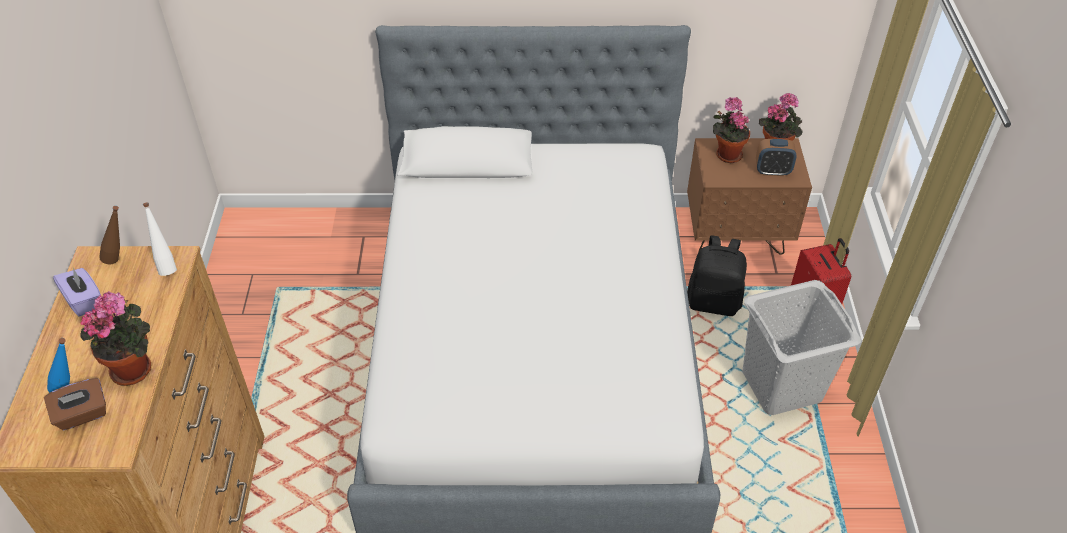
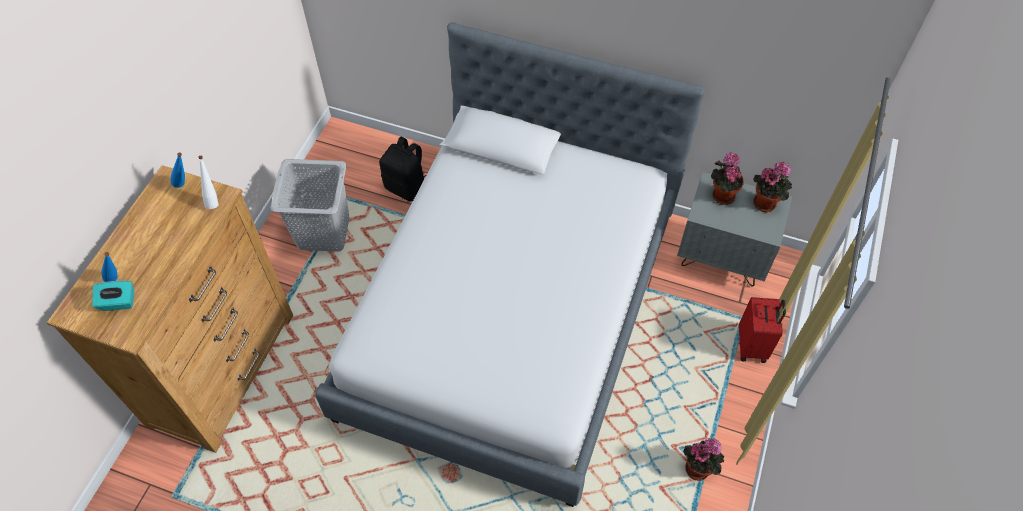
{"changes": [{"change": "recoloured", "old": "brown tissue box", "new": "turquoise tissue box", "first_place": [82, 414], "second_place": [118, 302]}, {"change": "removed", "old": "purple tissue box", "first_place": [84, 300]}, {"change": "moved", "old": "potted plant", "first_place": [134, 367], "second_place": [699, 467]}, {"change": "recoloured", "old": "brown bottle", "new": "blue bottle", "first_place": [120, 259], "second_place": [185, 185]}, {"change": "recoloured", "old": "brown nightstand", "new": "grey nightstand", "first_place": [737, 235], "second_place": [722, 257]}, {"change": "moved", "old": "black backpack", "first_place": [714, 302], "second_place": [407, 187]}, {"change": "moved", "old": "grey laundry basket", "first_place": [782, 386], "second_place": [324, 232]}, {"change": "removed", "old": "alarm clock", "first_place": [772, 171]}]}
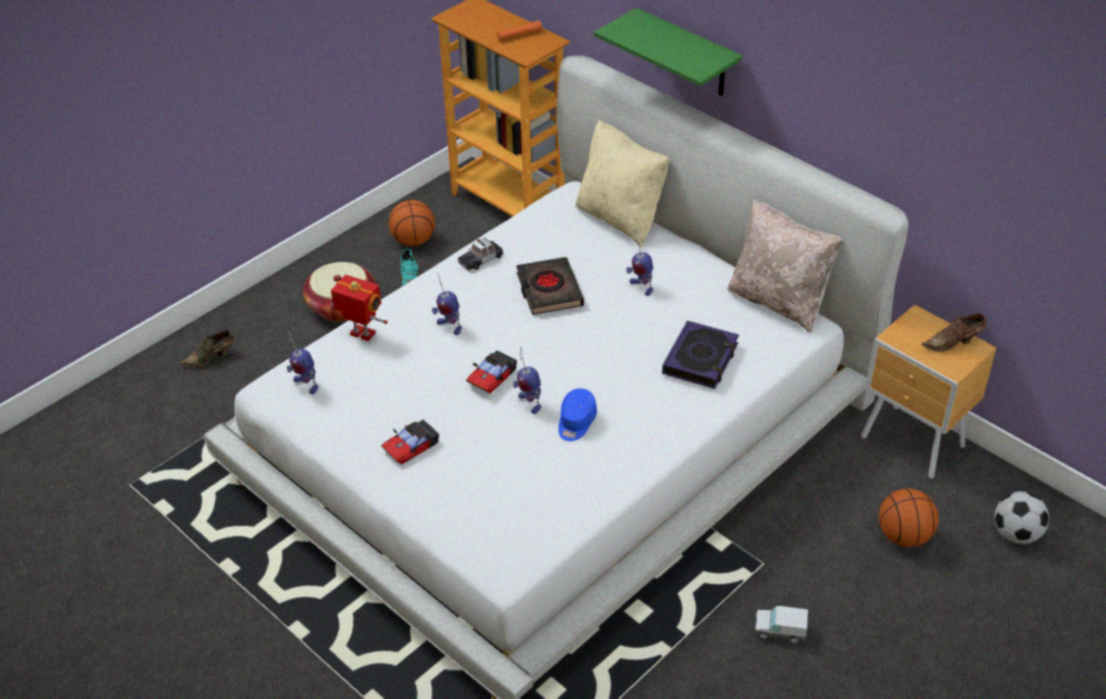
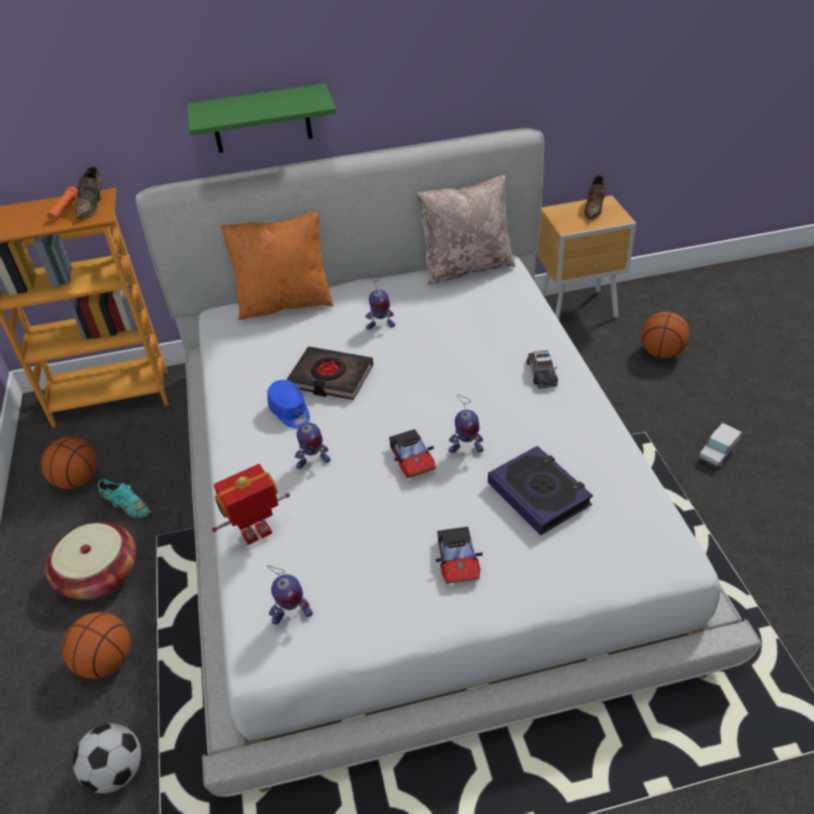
{"changes": [{"change": "moved", "old": "brown shoe", "first_place": [211, 358], "second_place": [93, 205]}, {"change": "moved", "old": "toy car", "first_place": [480, 259], "second_place": [541, 373]}, {"change": "moved", "old": "blue cap", "first_place": [576, 422], "second_place": [290, 412]}, {"change": "recoloured", "old": "beige pillow", "new": "orange pillow", "first_place": [620, 218], "second_place": [285, 303]}, {"change": "moved", "old": "book", "first_place": [700, 359], "second_place": [539, 494]}, {"change": "moved", "old": "football", "first_place": [1016, 534], "second_place": [117, 771]}, {"change": "added", "new": "basketball", "second_place": [106, 661]}]}
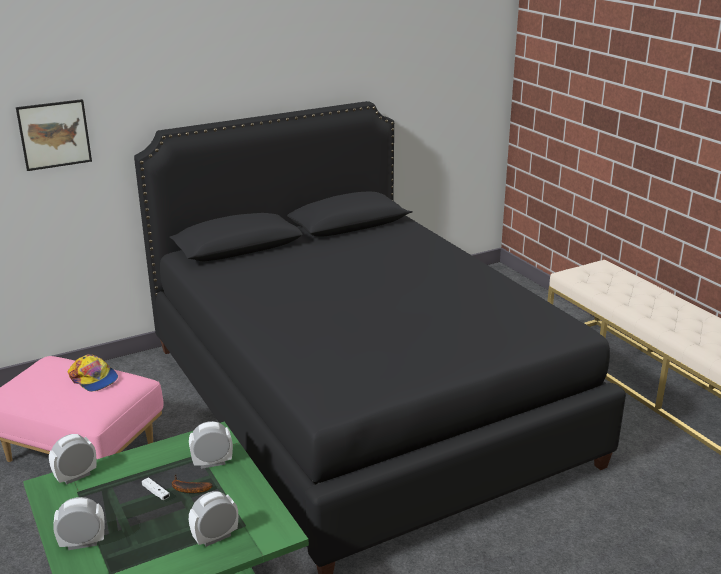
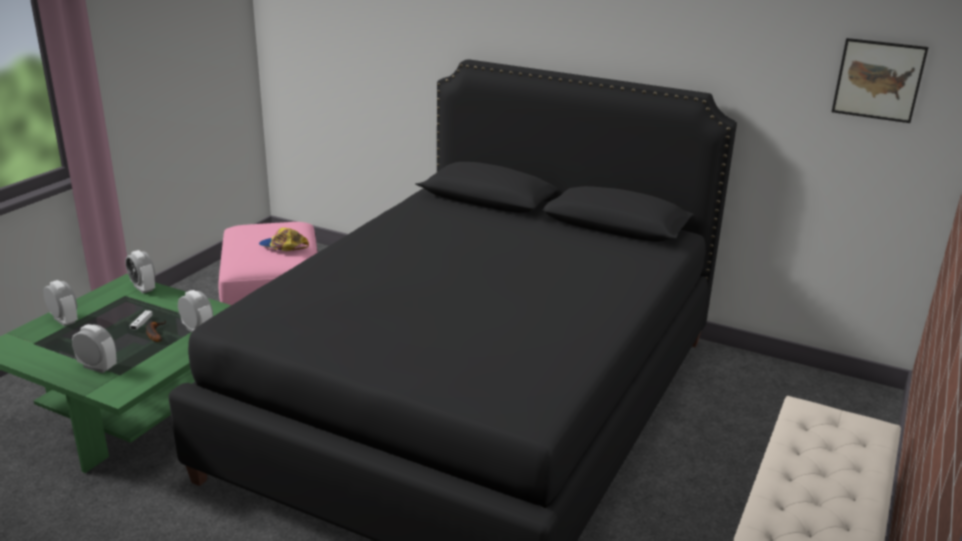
{"changes": [{"change": "moved", "old": "picture", "first_place": [54, 134], "second_place": [878, 80]}, {"change": "turned", "old": "alarm clock", "first_place": [76, 476], "second_place": [143, 288], "degrees": -150}, {"change": "turned", "old": "cap", "first_place": [94, 379], "second_place": [283, 247], "degrees": 105}]}
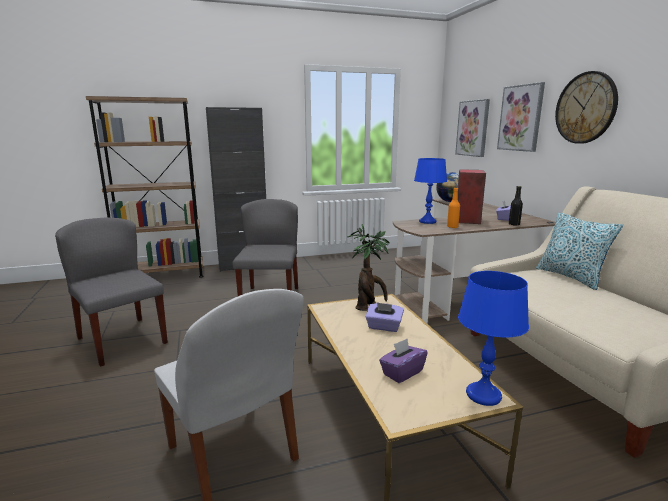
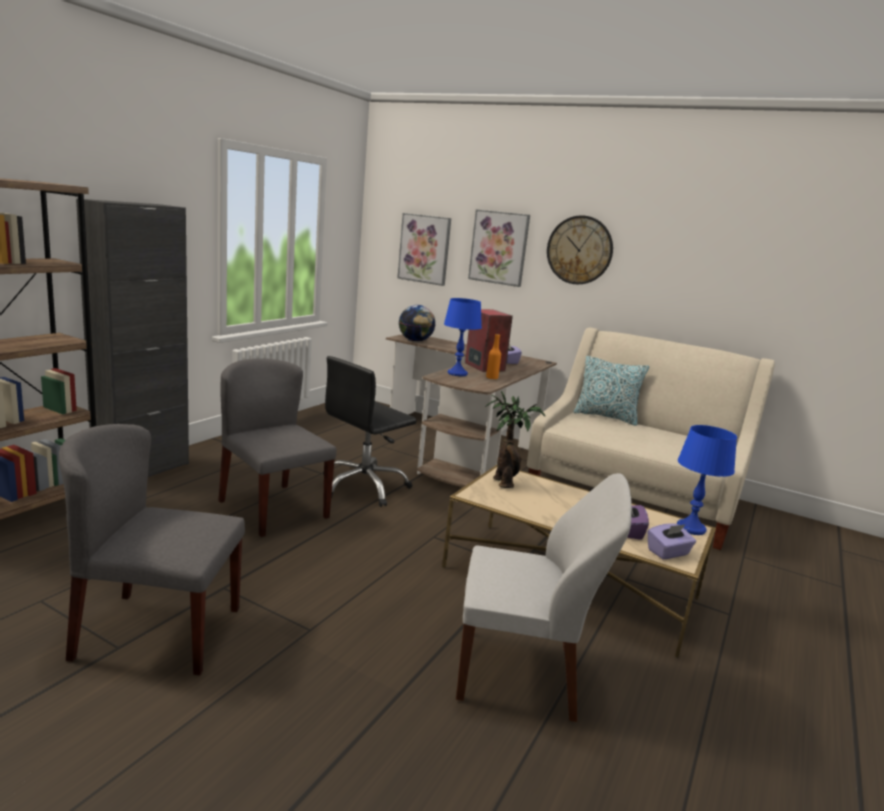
{"changes": [{"change": "moved", "old": "purple tissue box", "first_place": [384, 327], "second_place": [668, 553]}, {"change": "removed", "old": "black bottle", "first_place": [514, 224]}, {"change": "added", "new": "black office chair", "second_place": [364, 487]}]}
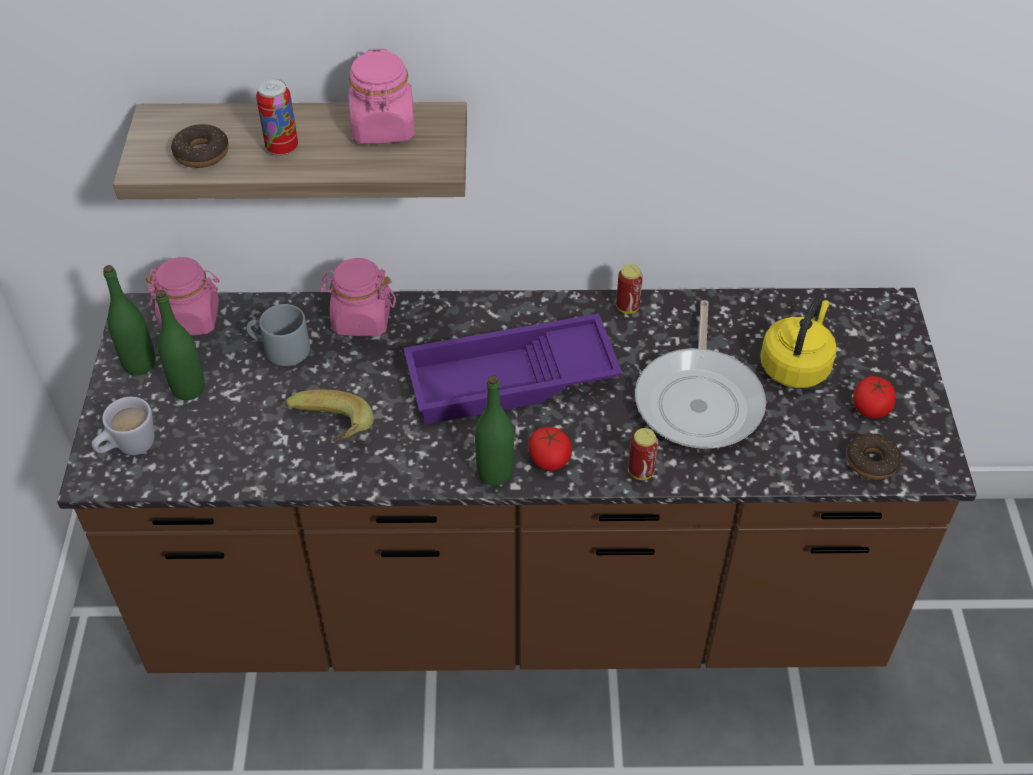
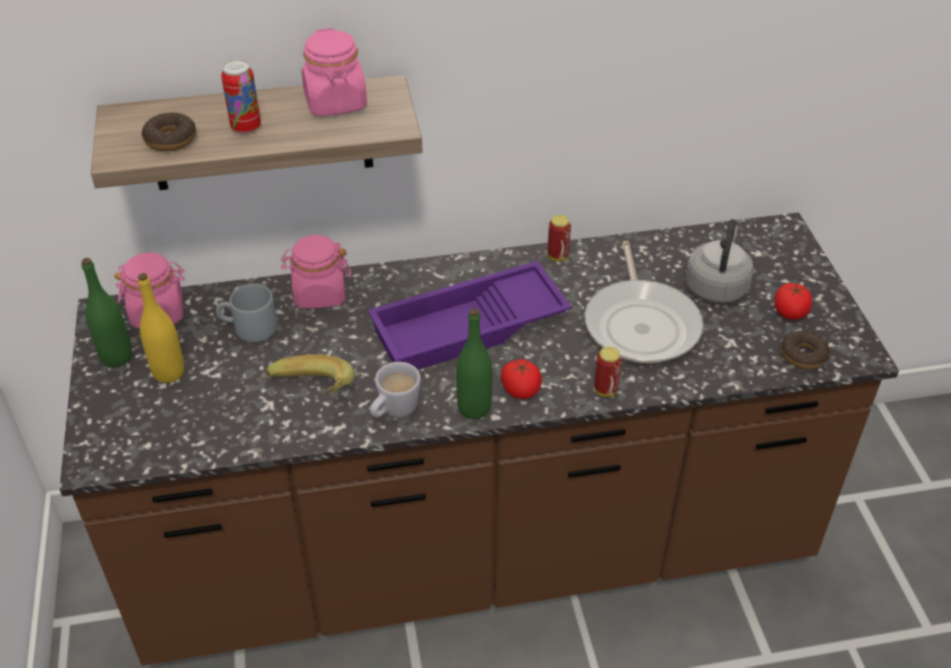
{"changes": [{"change": "moved", "old": "white mug", "first_place": [128, 448], "second_place": [394, 412]}, {"change": "recoloured", "old": "green bottle", "new": "yellow bottle", "first_place": [188, 388], "second_place": [169, 372]}, {"change": "recoloured", "old": "yellow kettle", "new": "grey kettle", "first_place": [796, 365], "second_place": [716, 285]}]}
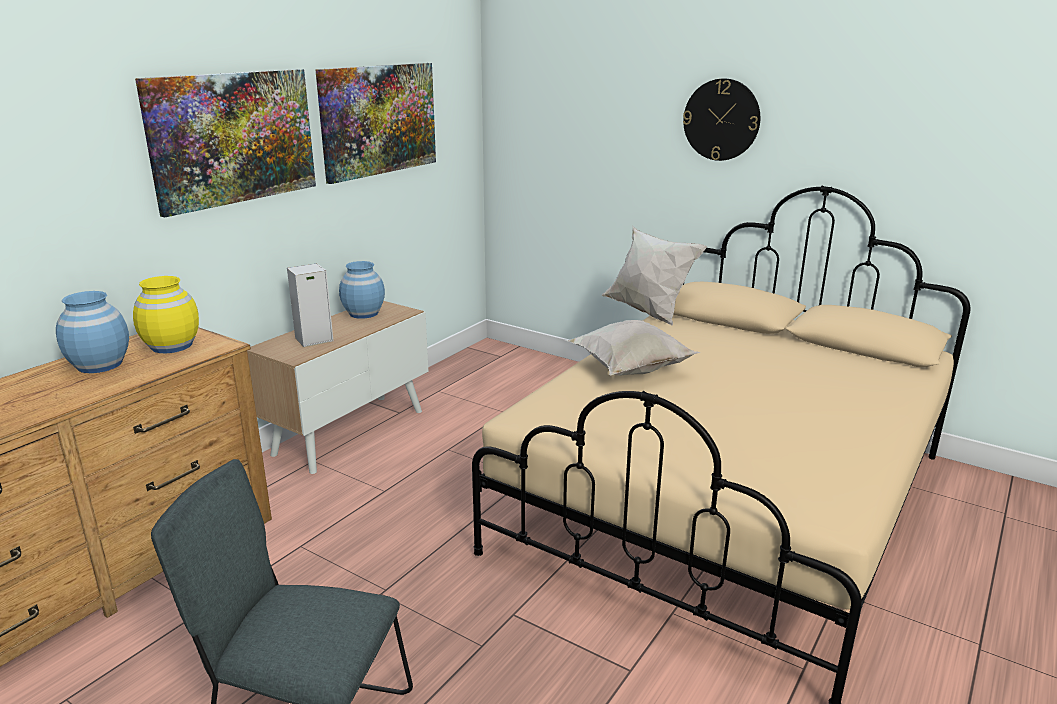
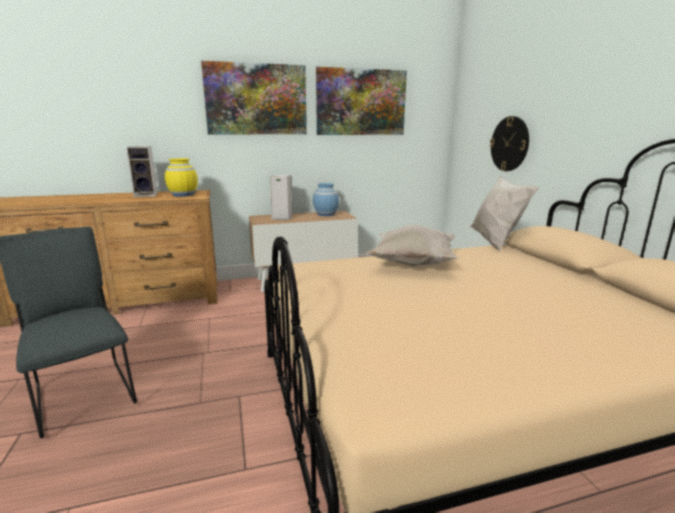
{"changes": [{"change": "replaced", "old": "blue vase", "new": "speaker", "first_place": [99, 365], "second_place": [147, 195]}, {"change": "moved", "old": "wall clock", "first_place": [721, 120], "second_place": [509, 144]}]}
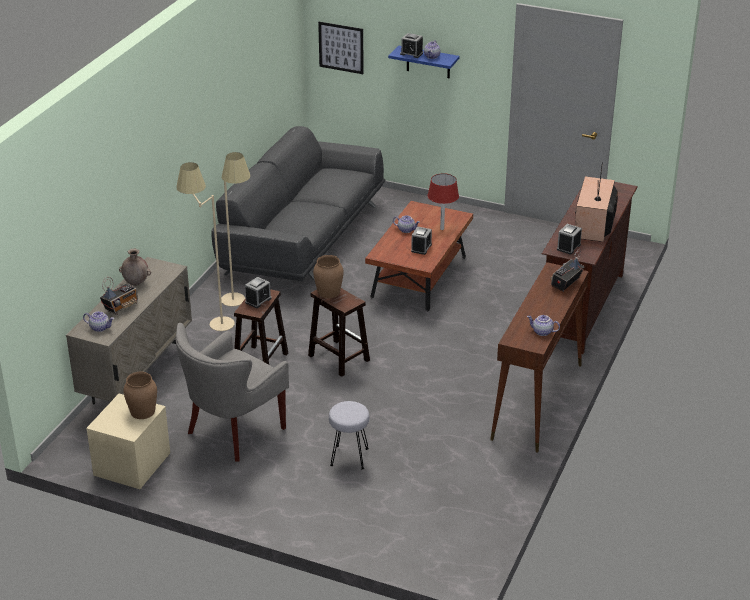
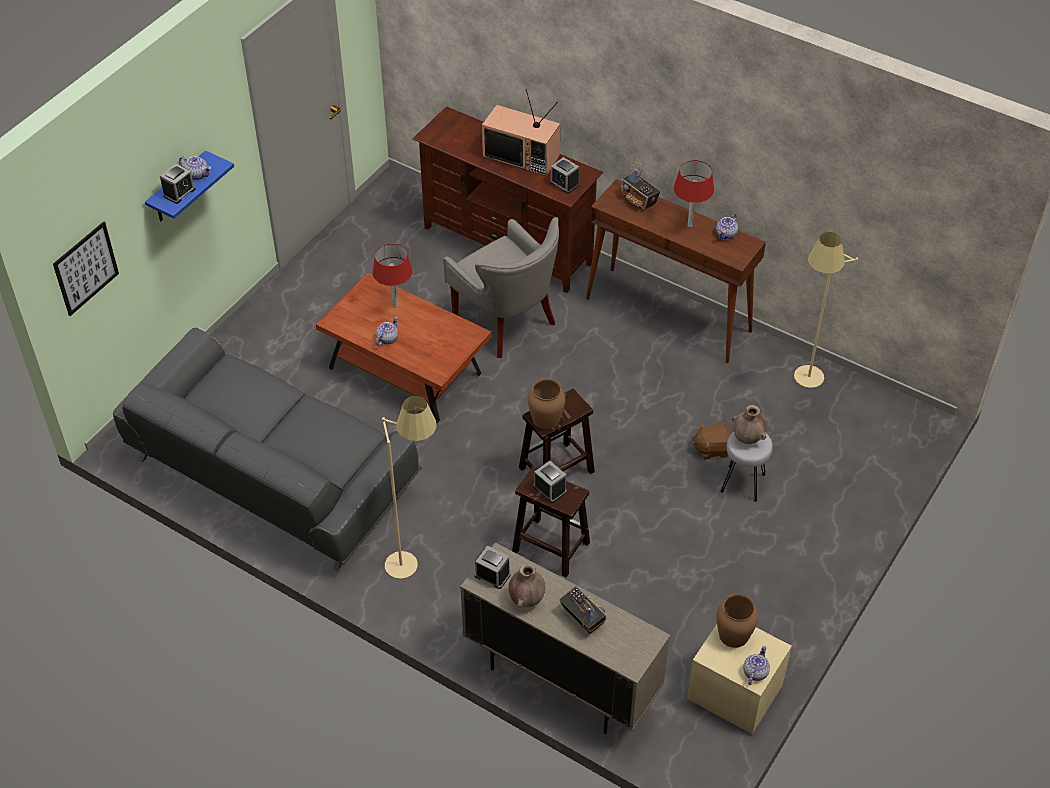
{"changes": [{"change": "moved", "old": "teapot", "first_place": [100, 327], "second_place": [755, 672]}, {"change": "moved", "old": "beige floor lamp", "first_place": [211, 322], "second_place": [805, 386]}, {"change": "moved", "old": "grey armchair", "first_place": [233, 432], "second_place": [506, 323]}, {"change": "moved", "old": "alarm clock", "first_place": [421, 248], "second_place": [492, 575]}, {"change": "added", "new": "red table lamp", "second_place": [689, 225]}, {"change": "added", "new": "brown plush toy", "second_place": [712, 448]}, {"change": "added", "new": "brown vase", "second_place": [747, 439]}]}
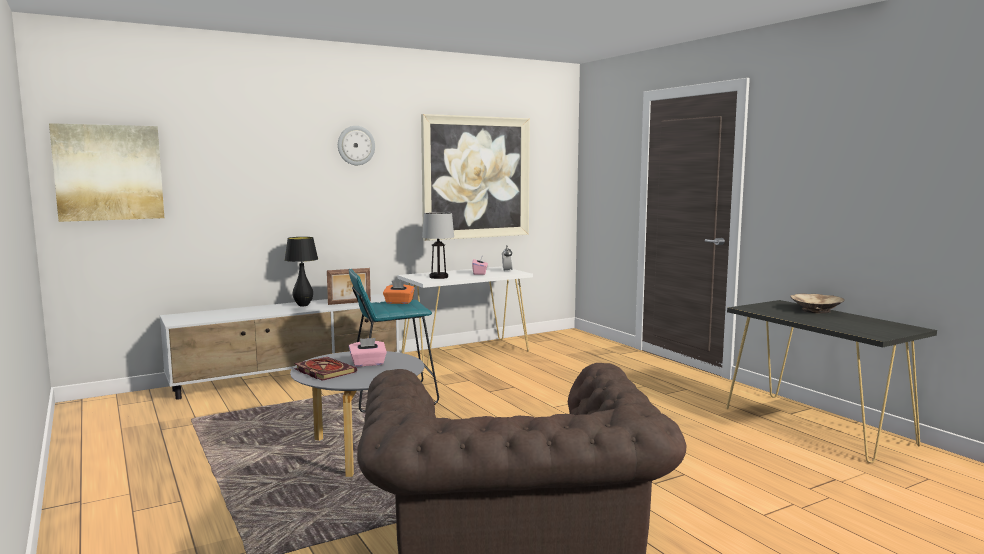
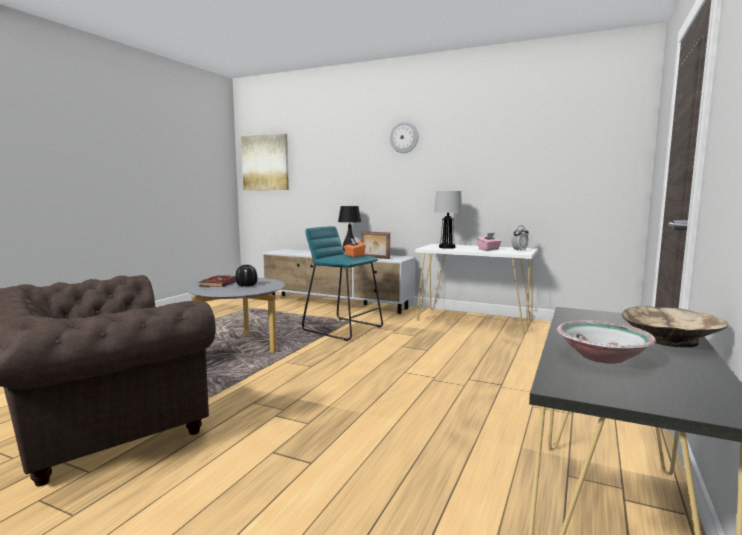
{"changes": [{"change": "replaced", "old": "pink tissue box", "new": "black vase", "first_place": [368, 364], "second_place": [246, 285]}, {"change": "removed", "old": "picture", "first_place": [476, 177]}, {"change": "added", "new": "bowl", "second_place": [601, 356]}]}
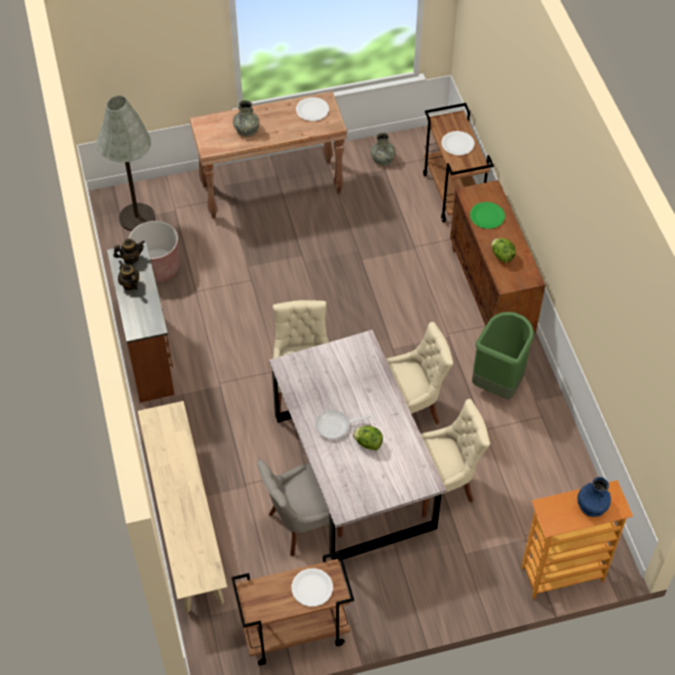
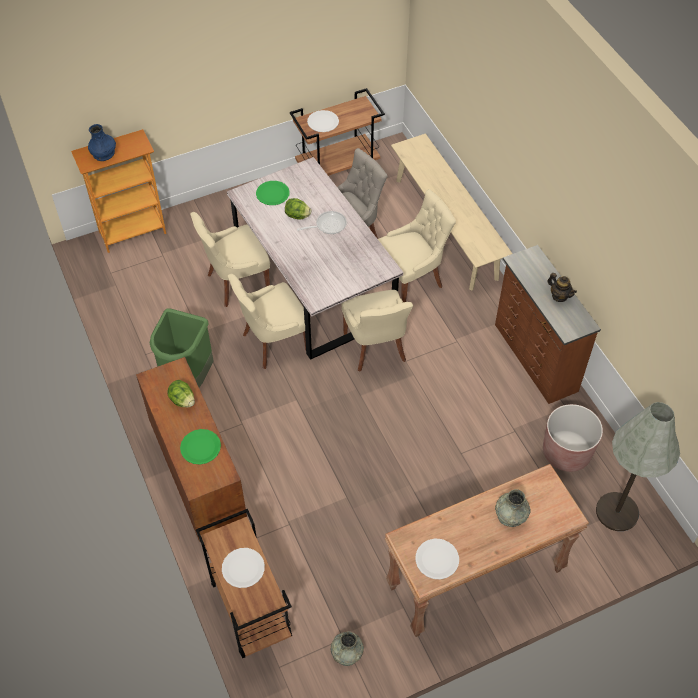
{"changes": [{"change": "removed", "old": "teapot", "first_place": [131, 258]}, {"change": "added", "new": "green plate", "second_place": [272, 194]}, {"change": "added", "new": "beige chair", "second_place": [411, 279]}]}
